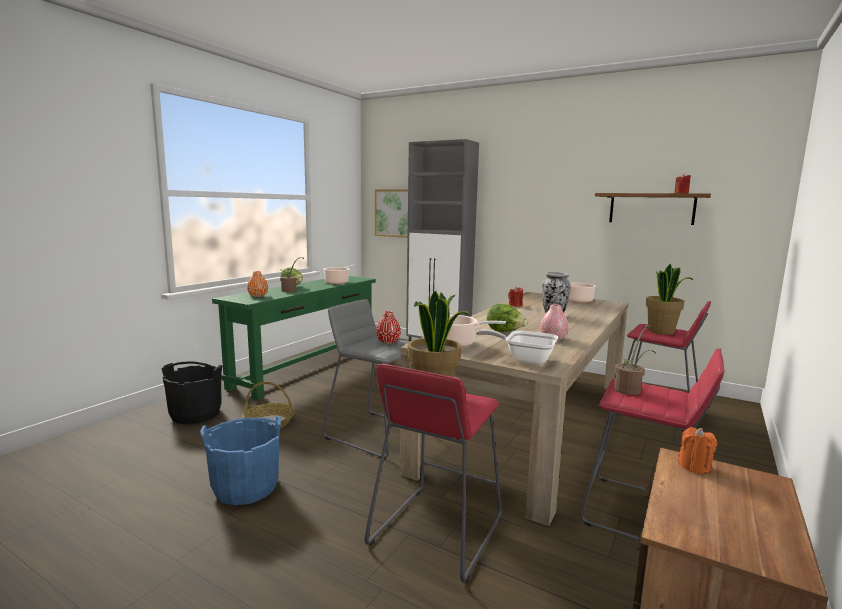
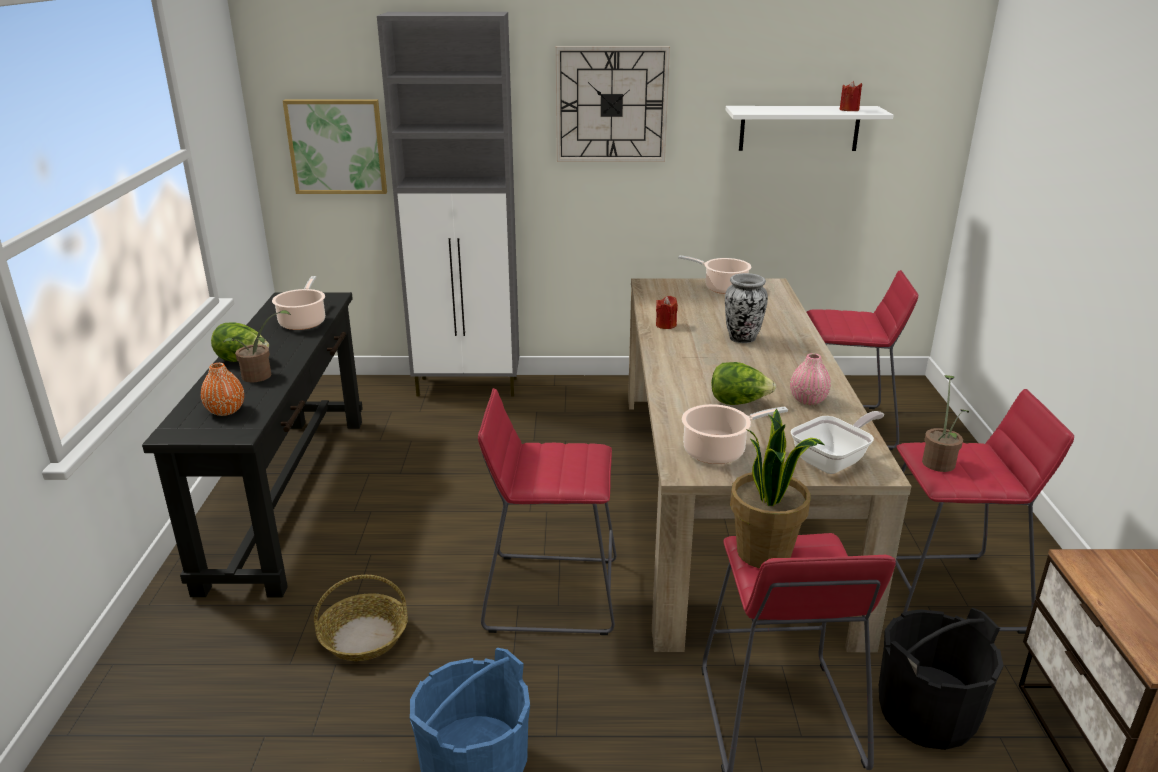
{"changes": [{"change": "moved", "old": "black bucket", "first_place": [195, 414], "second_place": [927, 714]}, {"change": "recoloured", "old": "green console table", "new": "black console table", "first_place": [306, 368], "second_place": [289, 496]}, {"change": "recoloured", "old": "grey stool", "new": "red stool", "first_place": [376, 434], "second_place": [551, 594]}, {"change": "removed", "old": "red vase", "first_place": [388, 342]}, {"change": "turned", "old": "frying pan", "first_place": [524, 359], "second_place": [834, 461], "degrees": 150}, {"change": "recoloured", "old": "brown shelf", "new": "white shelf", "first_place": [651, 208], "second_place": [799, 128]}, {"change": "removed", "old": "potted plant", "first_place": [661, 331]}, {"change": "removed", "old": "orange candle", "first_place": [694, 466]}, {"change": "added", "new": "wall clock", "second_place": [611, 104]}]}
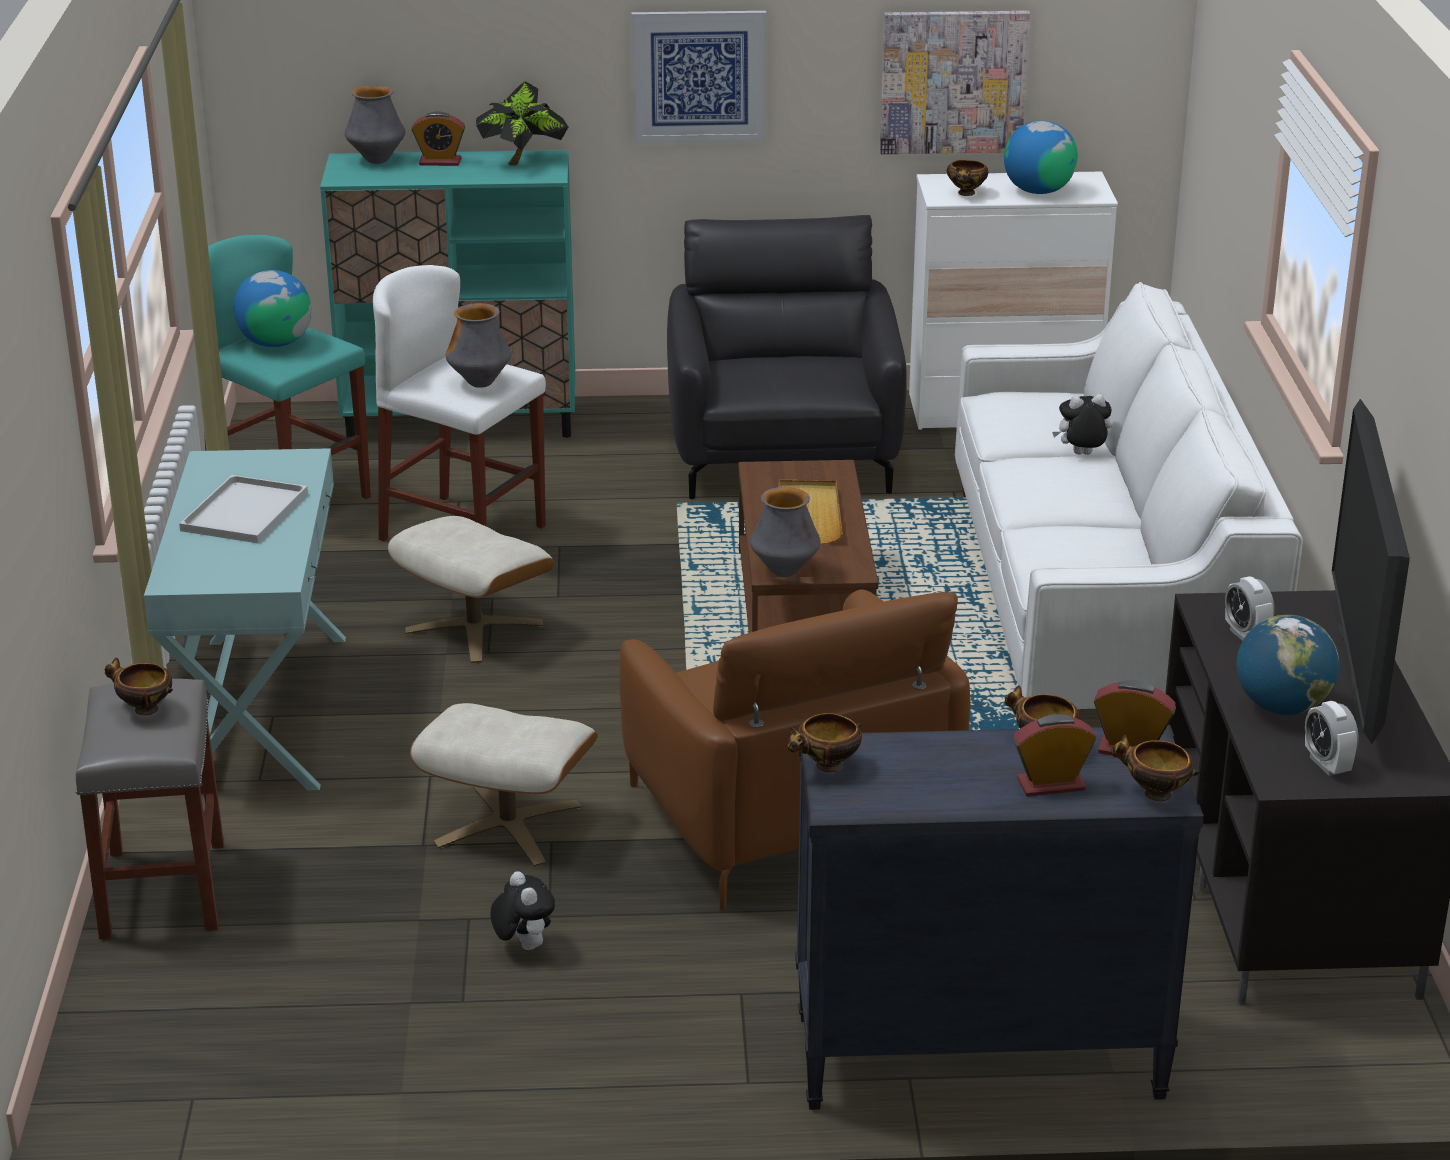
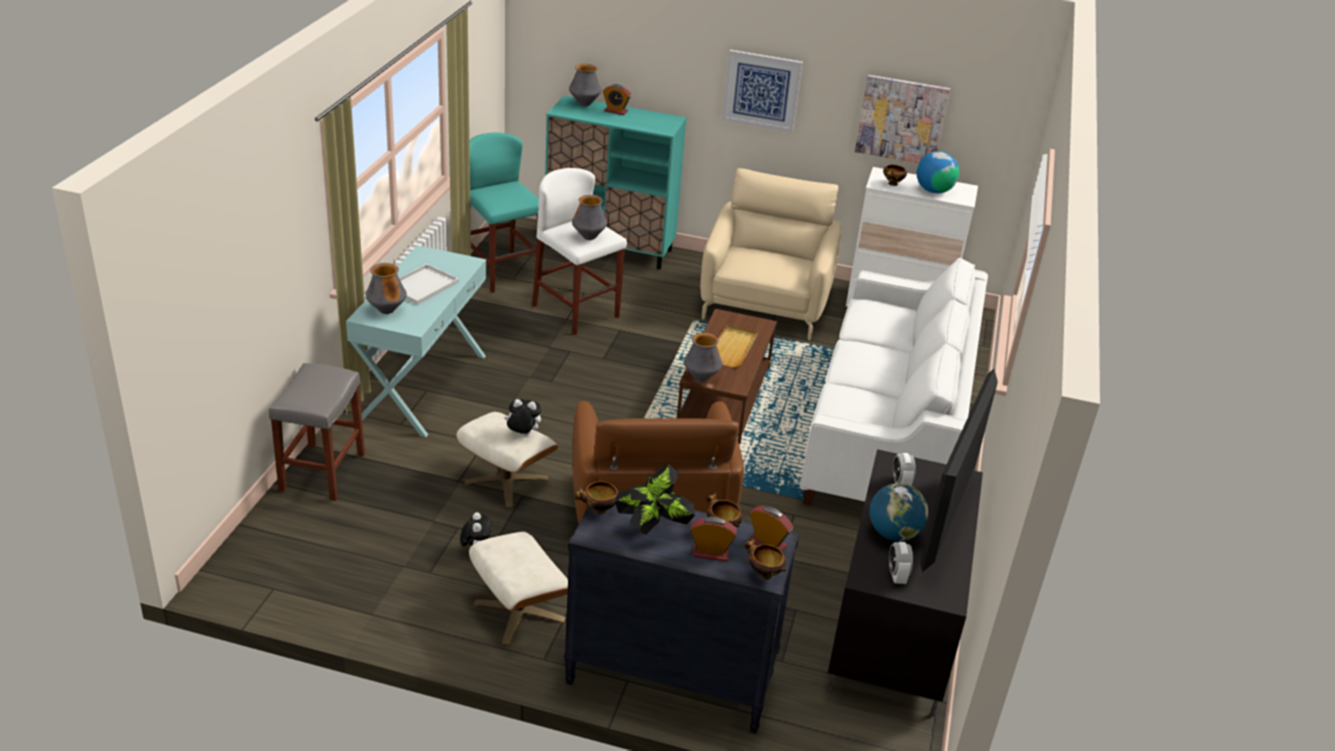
{"changes": [{"change": "removed", "old": "bowl", "first_place": [144, 709]}, {"change": "removed", "old": "globe", "first_place": [275, 343]}, {"change": "moved", "old": "beige ottoman", "first_place": [473, 628], "second_place": [518, 612]}, {"change": "moved", "old": "potted plant", "first_place": [523, 162], "second_place": [653, 530]}, {"change": "recoloured", "old": "black armchair", "new": "beige armchair", "first_place": [783, 455], "second_place": [765, 305]}, {"change": "moved", "old": "plush toy", "first_place": [1081, 455], "second_place": [522, 434]}, {"change": "added", "new": "vase", "second_place": [387, 311]}]}
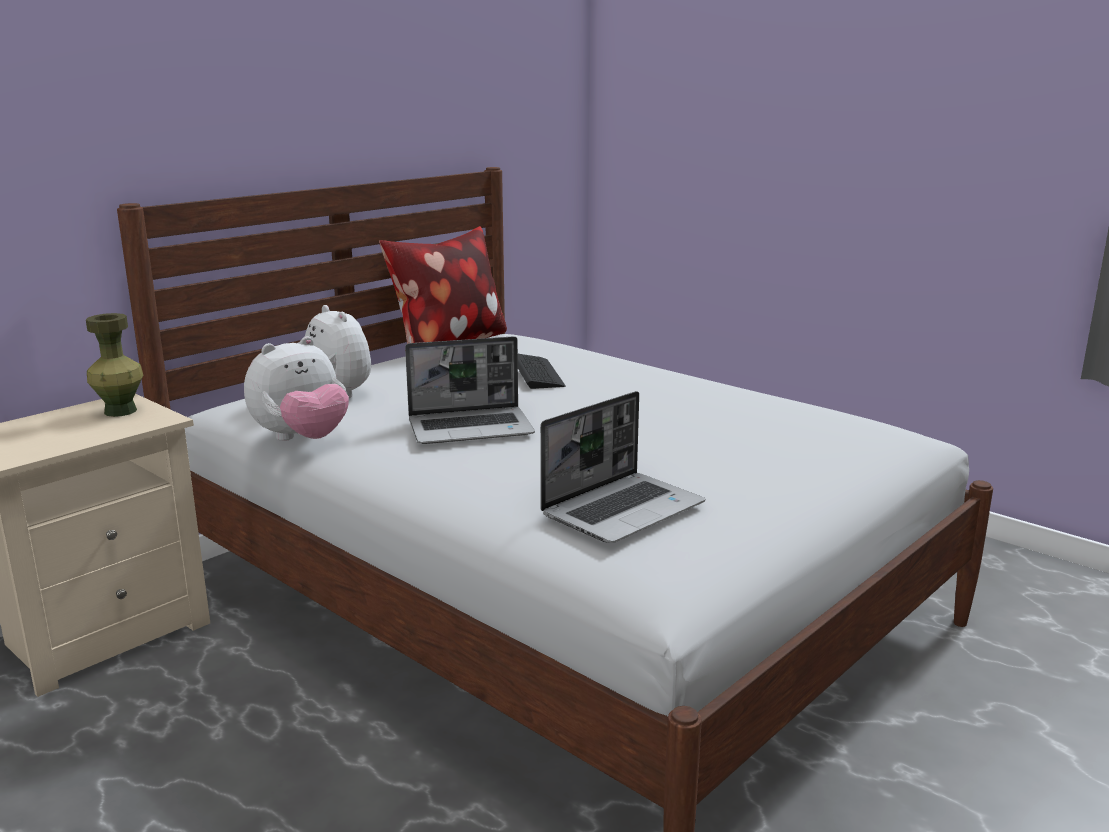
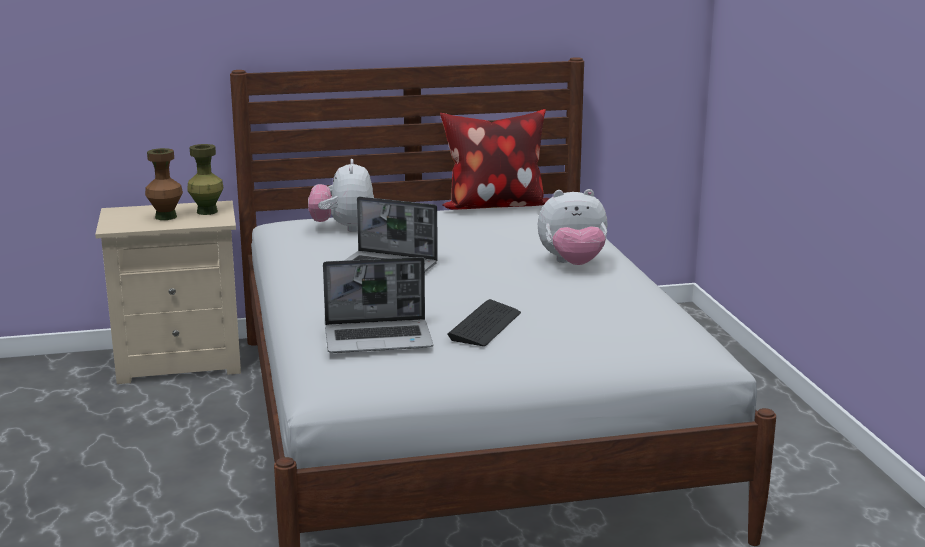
{"changes": [{"change": "moved", "old": "plush toy", "first_place": [302, 439], "second_place": [573, 264]}, {"change": "moved", "old": "keyboard", "first_place": [537, 373], "second_place": [485, 325]}, {"change": "added", "new": "brown vase", "second_place": [165, 217]}]}
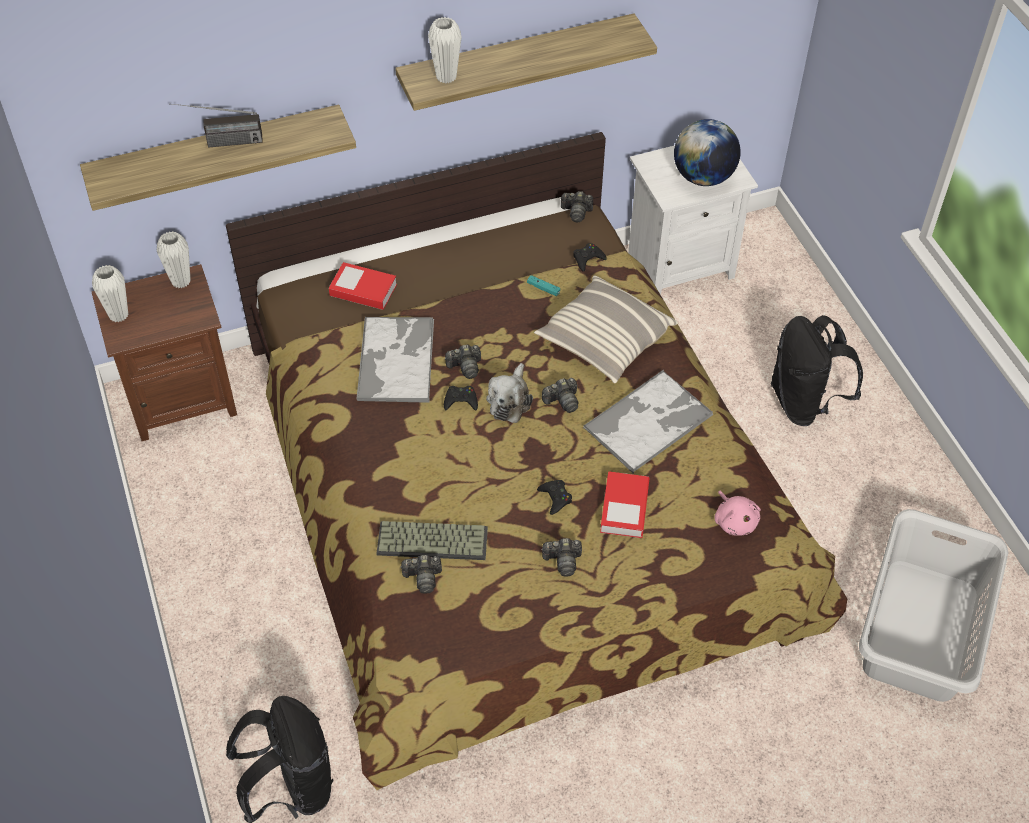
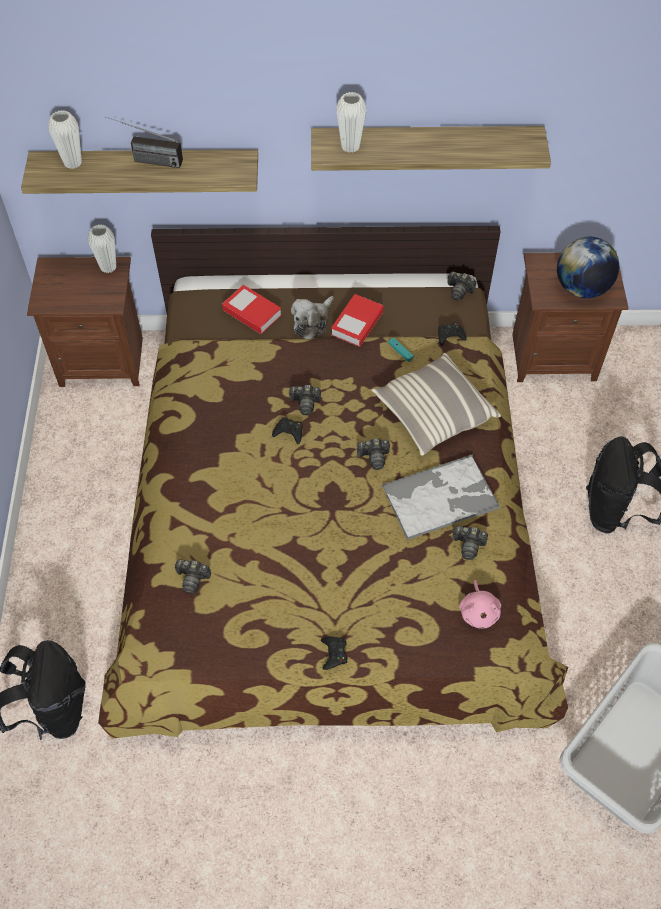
{"changes": [{"change": "moved", "old": "white vase", "first_place": [118, 315], "second_place": [73, 163]}, {"change": "removed", "old": "tray", "first_place": [396, 359]}, {"change": "removed", "old": "keyboard", "first_place": [433, 540]}, {"change": "moved", "old": "plush toy", "first_place": [510, 400], "second_place": [312, 322]}, {"change": "moved", "old": "black game controller", "first_place": [555, 498], "second_place": [334, 654]}, {"change": "moved", "old": "photo camera", "first_place": [562, 561], "second_place": [468, 545]}, {"change": "moved", "old": "book", "first_place": [624, 508], "second_place": [357, 323]}, {"change": "recoloured", "old": "white nightstand", "new": "brown nightstand", "first_place": [679, 264], "second_place": [552, 356]}]}
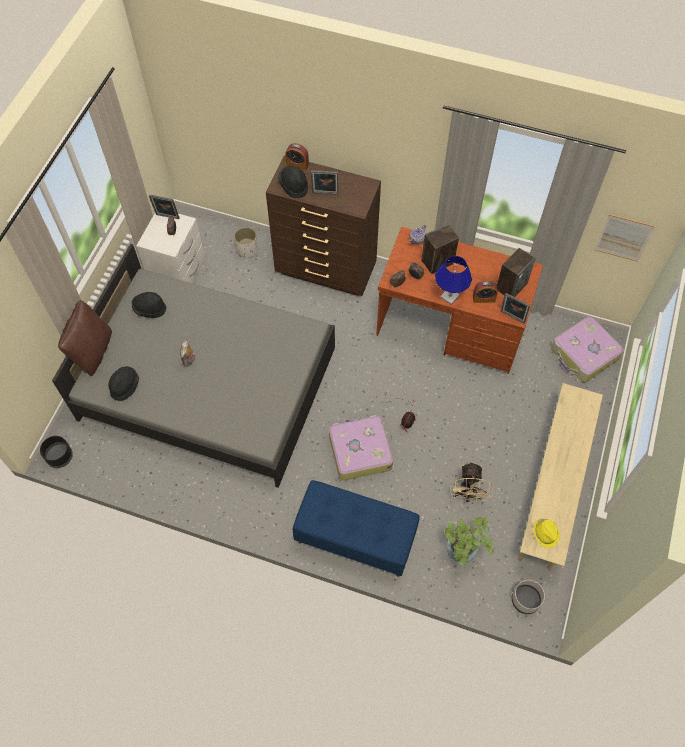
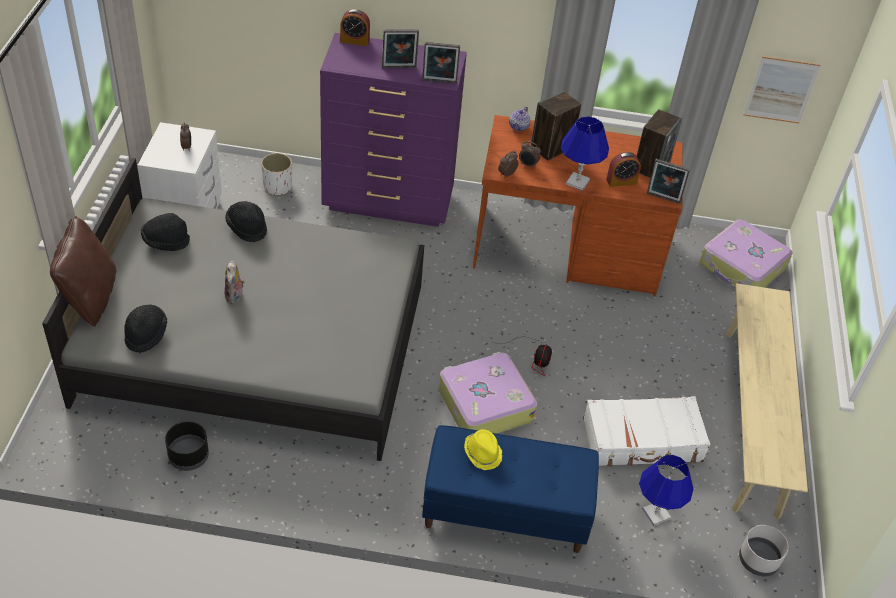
{"changes": [{"change": "moved", "old": "black planter", "first_place": [60, 456], "second_place": [189, 456]}, {"change": "moved", "old": "picture frame", "first_place": [167, 217], "second_place": [439, 82]}, {"change": "recoloured", "old": "brown dresser", "new": "purple dresser", "first_place": [326, 270], "second_place": [389, 202]}, {"change": "moved", "old": "black hat", "first_place": [294, 186], "second_place": [247, 228]}, {"change": "replaced", "old": "potted plant", "new": "blue table lamp", "first_place": [461, 554], "second_place": [656, 513]}, {"change": "replaced", "old": "beige fan", "new": "white suitcase", "first_place": [467, 495], "second_place": [643, 440]}, {"change": "moved", "old": "yellow hat", "first_place": [546, 533], "second_place": [483, 453]}]}
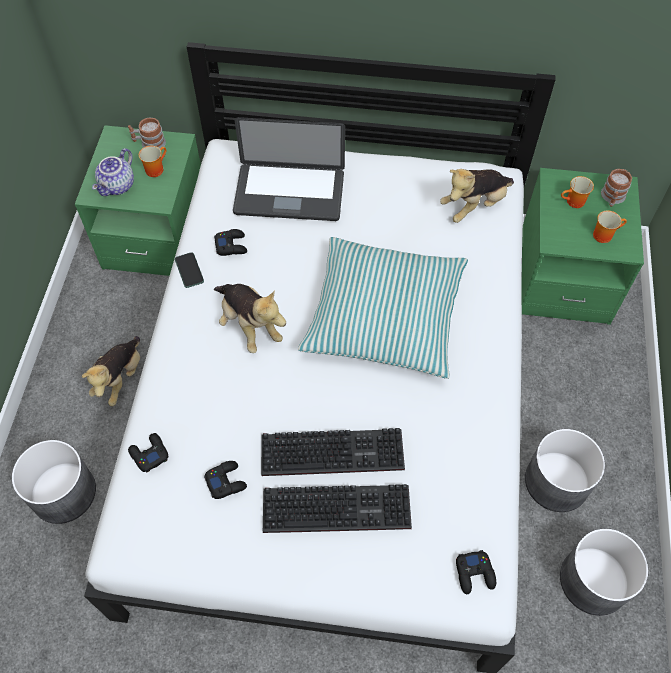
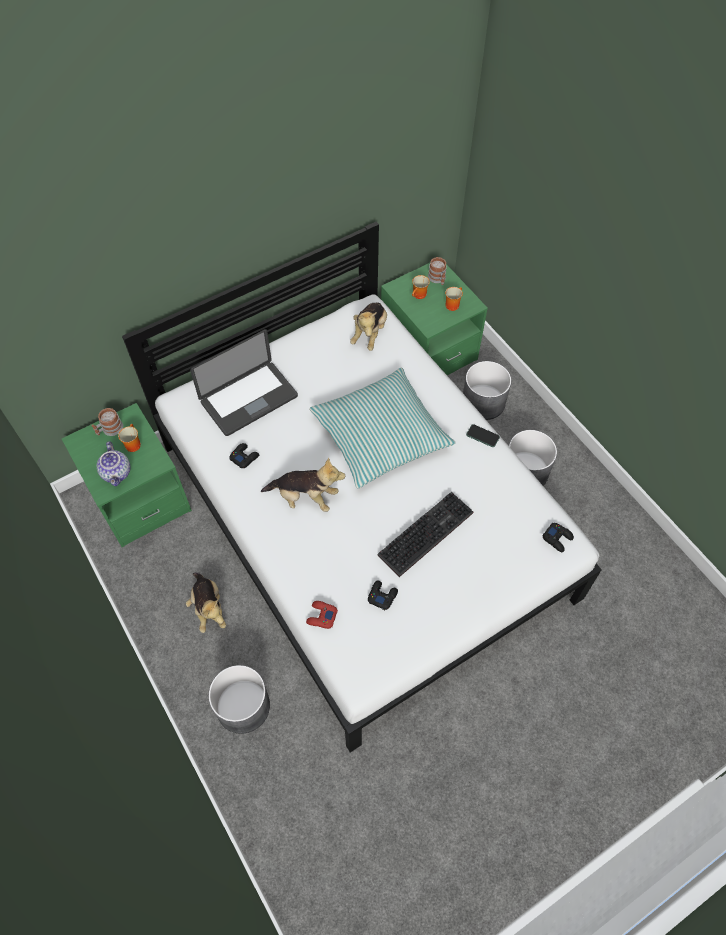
{"changes": [{"change": "recoloured", "old": "black game controller", "new": "red game controller", "first_place": [149, 454], "second_place": [321, 616]}, {"change": "moved", "old": "phone", "first_place": [189, 270], "second_place": [482, 436]}, {"change": "removed", "old": "keyboard", "first_place": [339, 506]}, {"change": "moved", "old": "grey planter", "first_place": [594, 581], "second_place": [483, 402]}]}
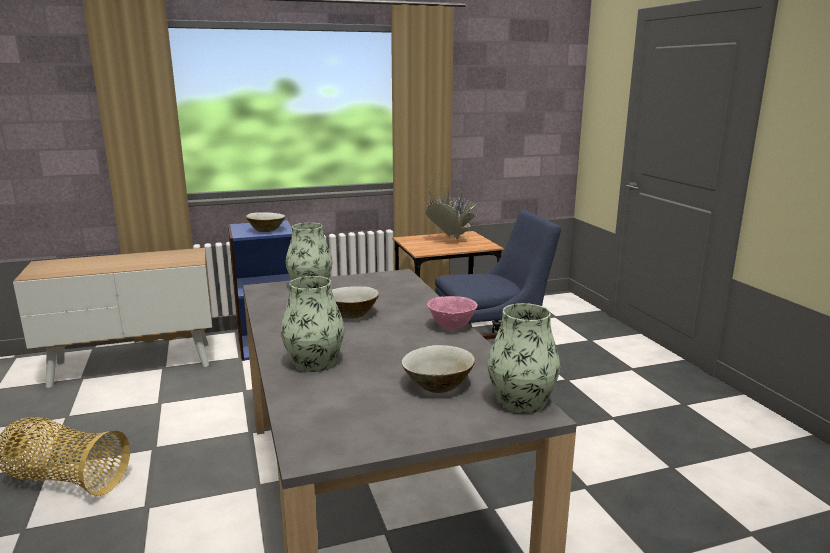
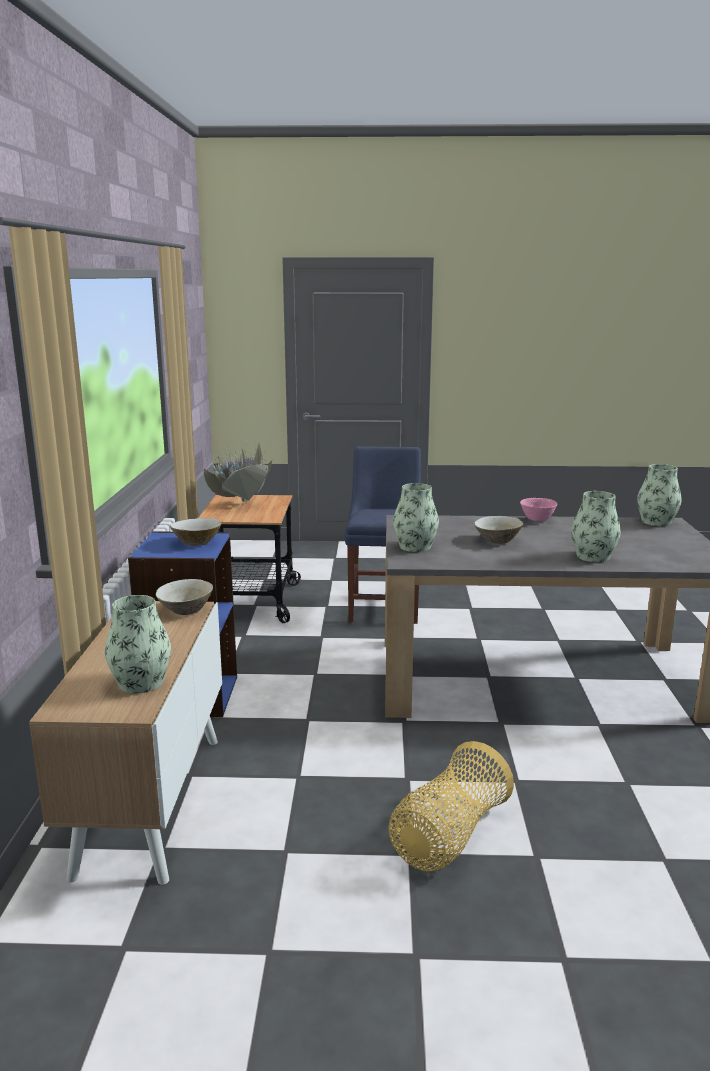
{"changes": [{"change": "moved", "old": "beige bowl", "first_place": [437, 385], "second_place": [185, 610]}, {"change": "added", "new": "vase", "second_place": [141, 682]}]}
